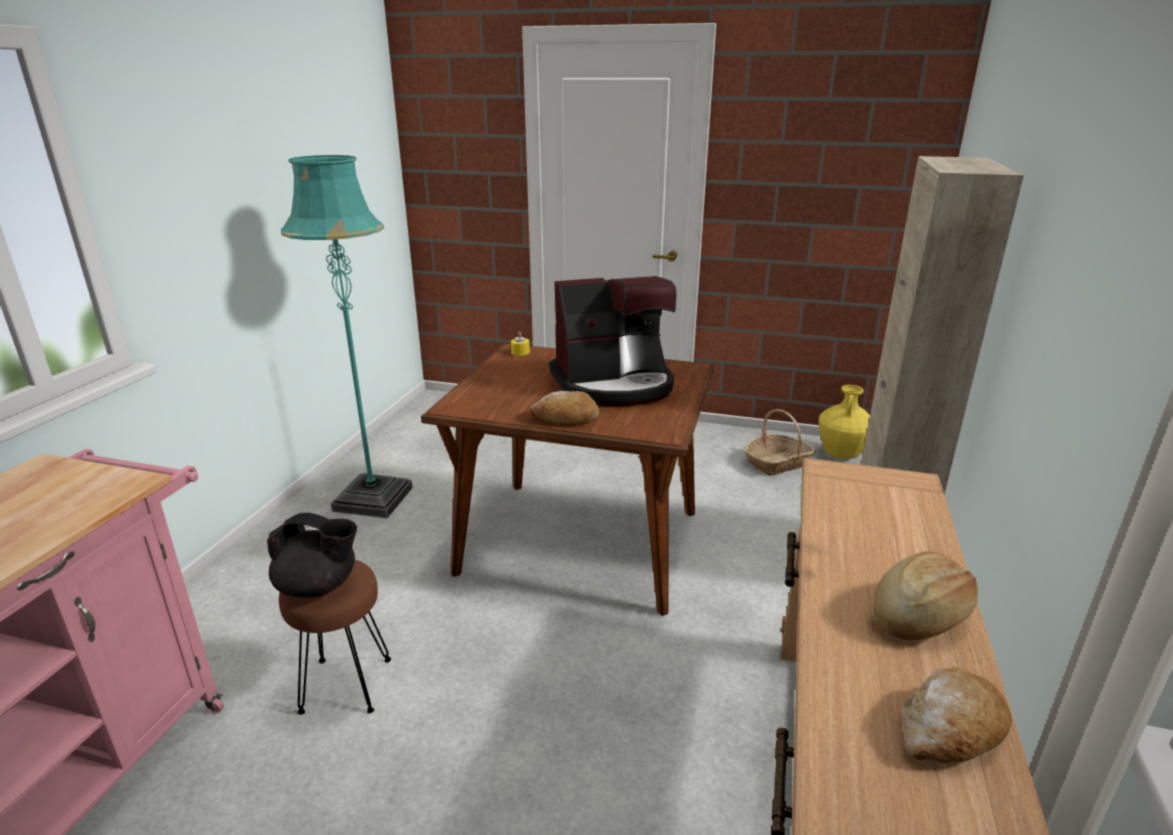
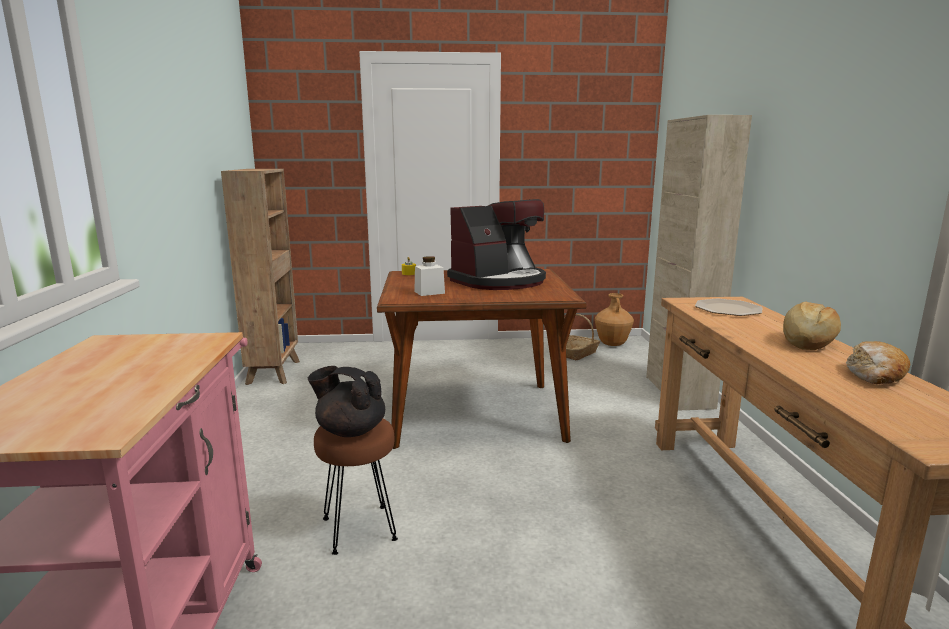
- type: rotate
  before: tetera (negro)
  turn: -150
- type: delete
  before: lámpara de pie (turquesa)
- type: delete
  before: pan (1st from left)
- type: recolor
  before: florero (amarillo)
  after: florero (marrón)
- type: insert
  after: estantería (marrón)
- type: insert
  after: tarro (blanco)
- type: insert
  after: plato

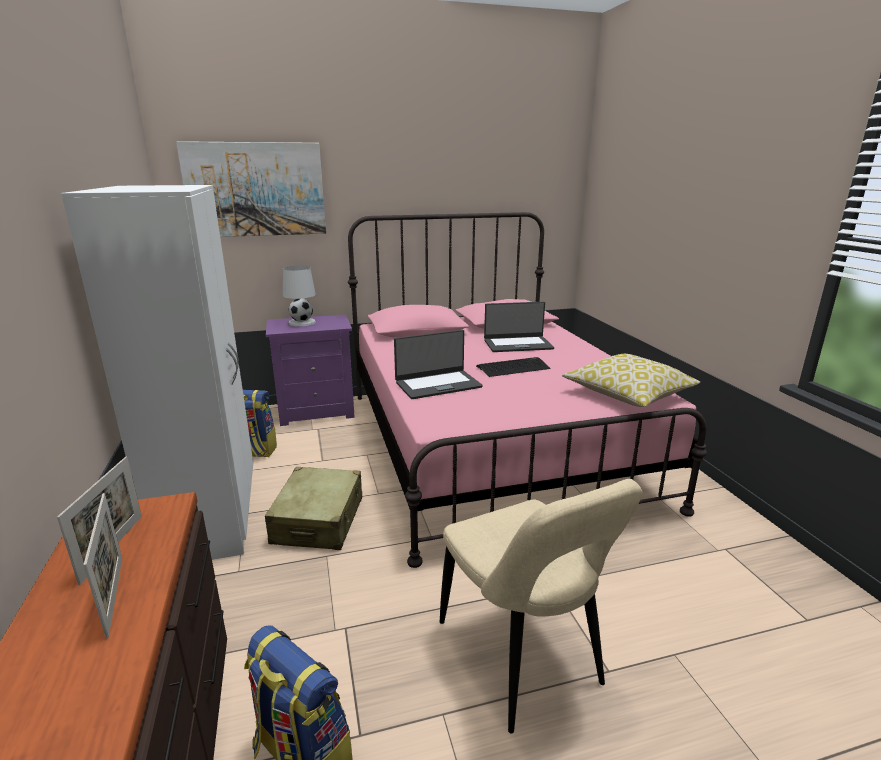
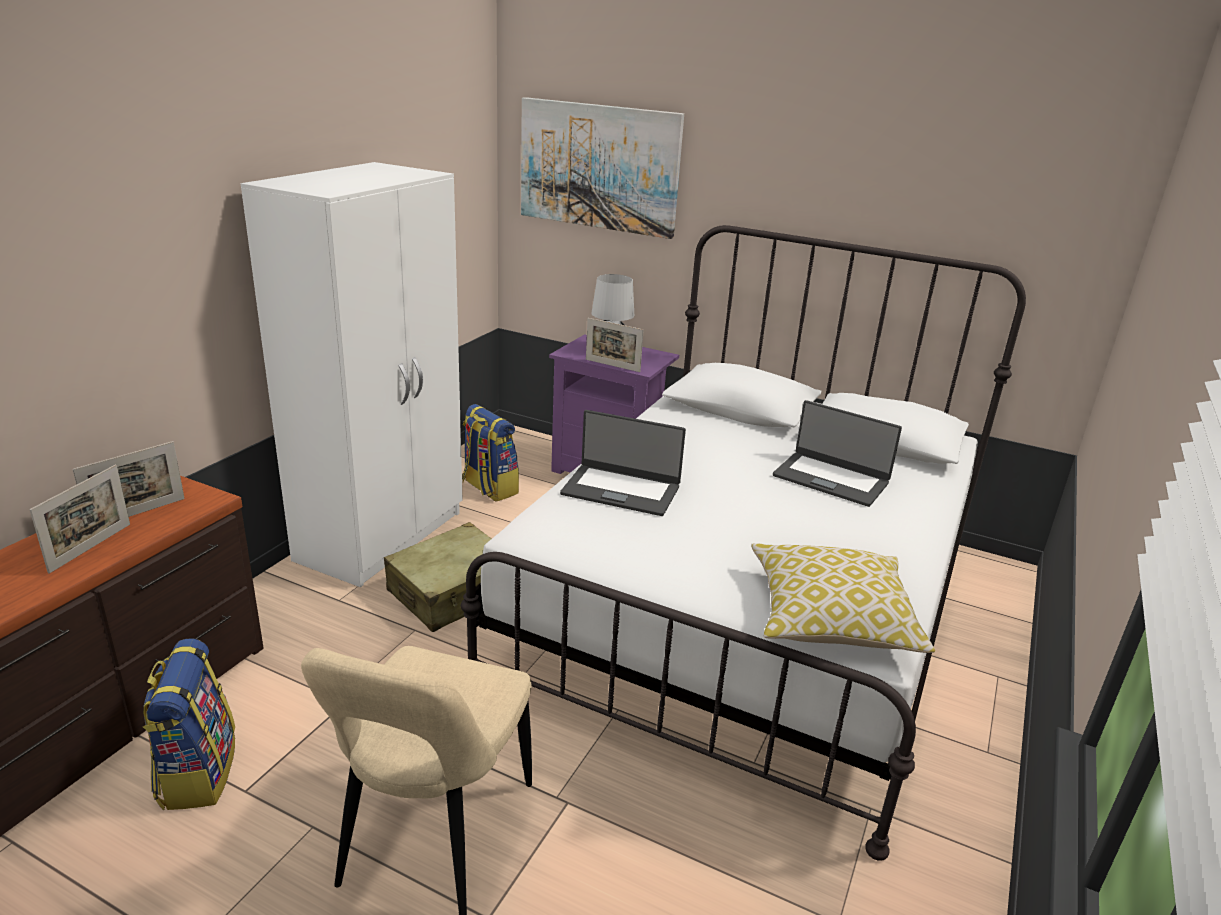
- type: recolor
  before: cama (rosa)
  after: cama (blanco)
- type: delete
  before: teclado
- type: insert
  after: portarretratos (3rd from left)

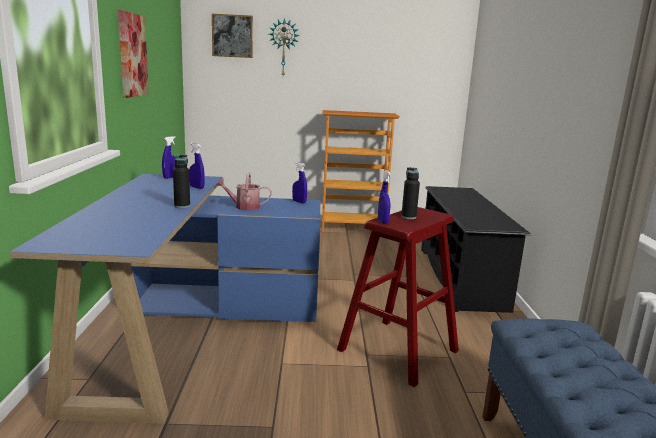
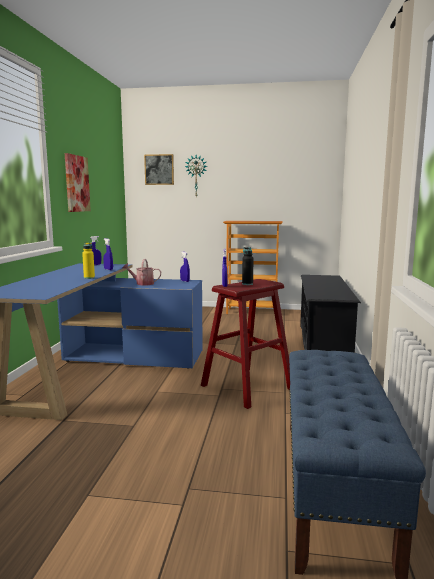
- type: recolor
  before: botella (negro) (1st from left)
  after: botella (amarillo)

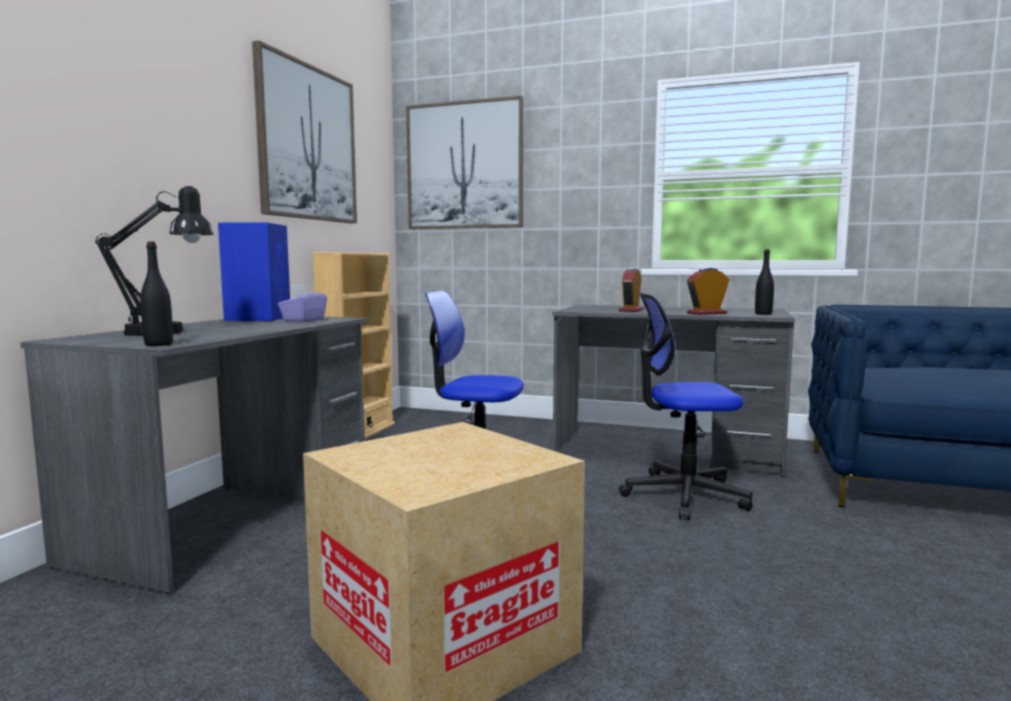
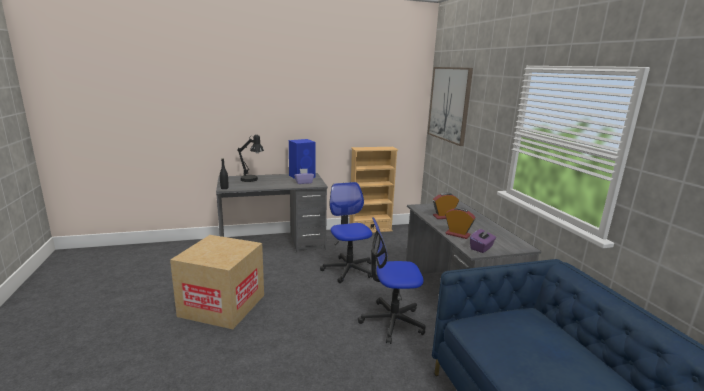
- type: delete
  before: cuadro (1st from left)
- type: rotate
  before: silla de oficina (2nd from left)
  turn: -60
- type: replace
  before: botella (negro) (2nd from left)
  after: caja de pañuelos (morado) (2nd from left)

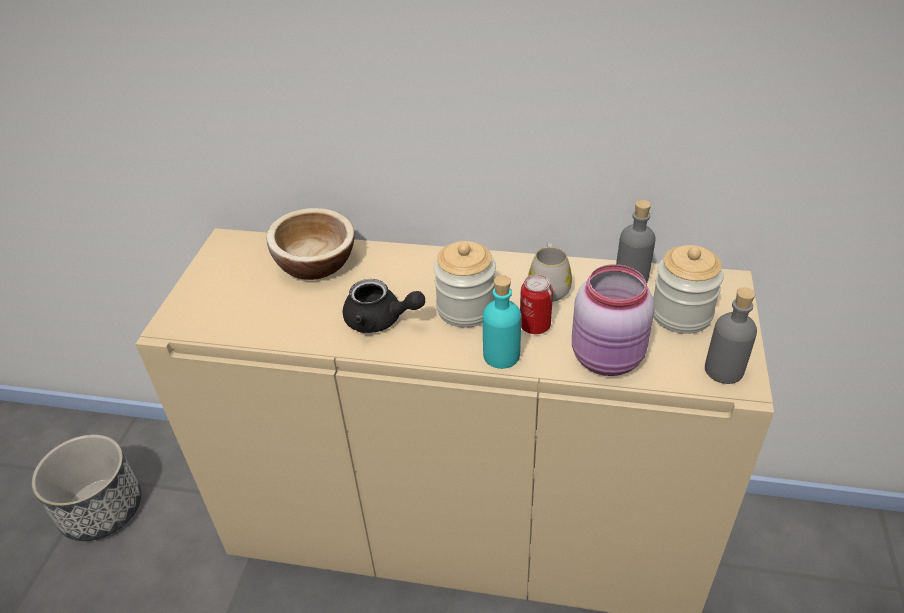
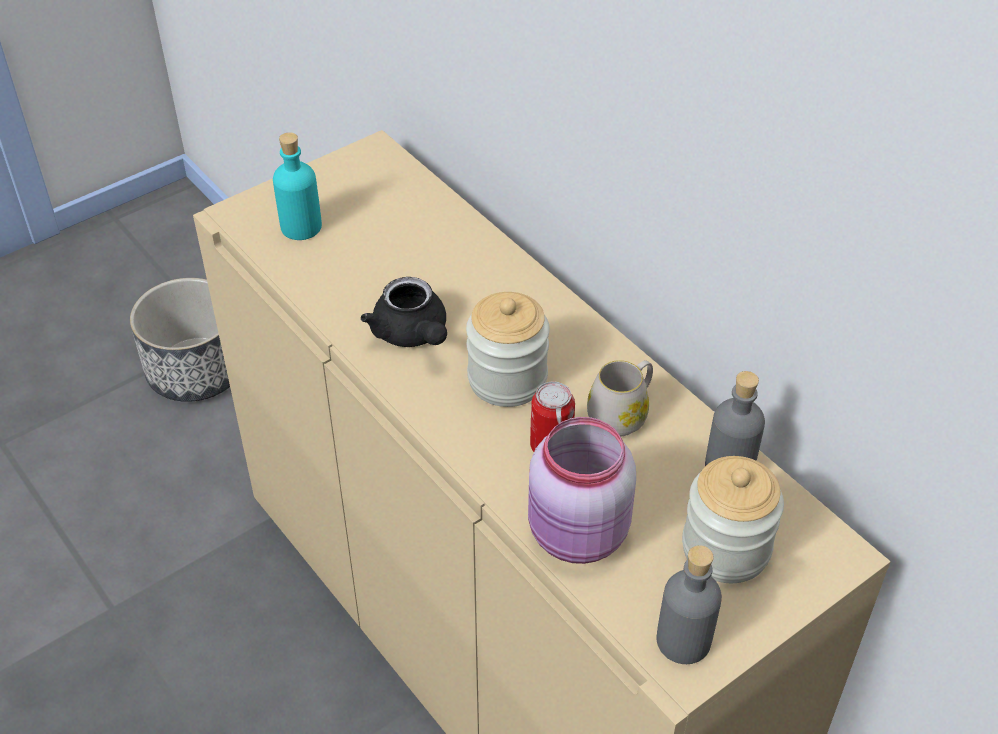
- type: delete
  before: cuenco
- type: move
  before: botella (turquesa)

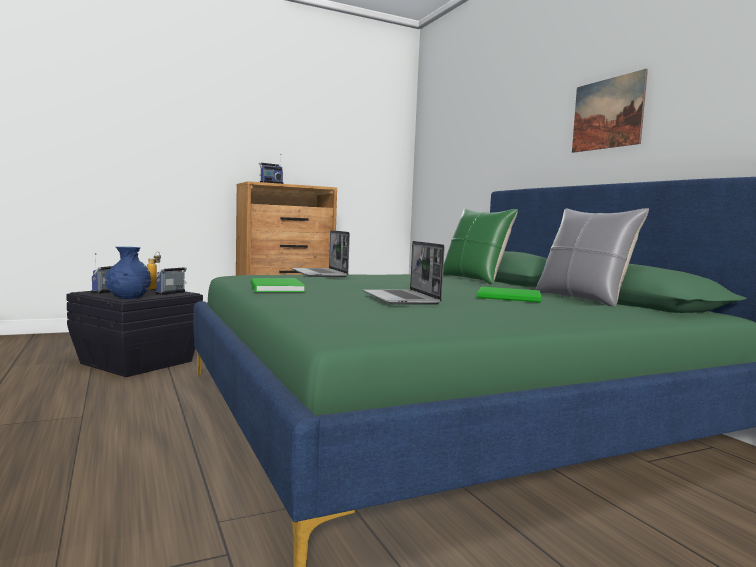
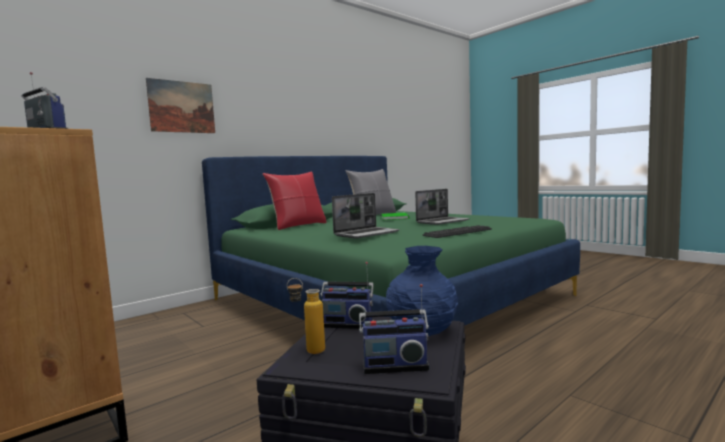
- type: replace
  before: libro (verde) (1st from left)
  after: teclado
- type: recolor
  before: cojín (verde)
  after: cojín (rojo)
- type: move
  before: cuadro

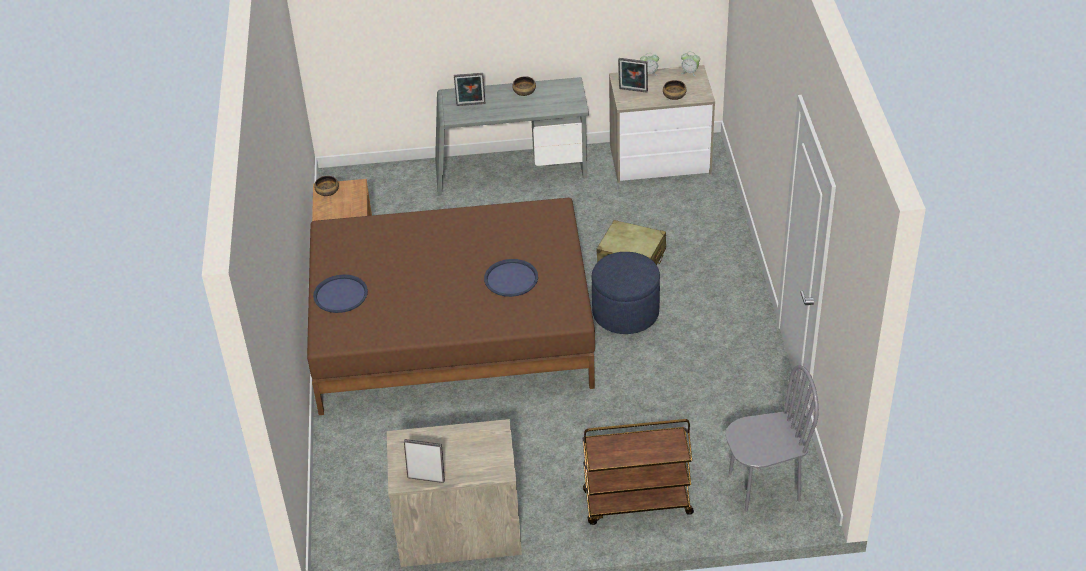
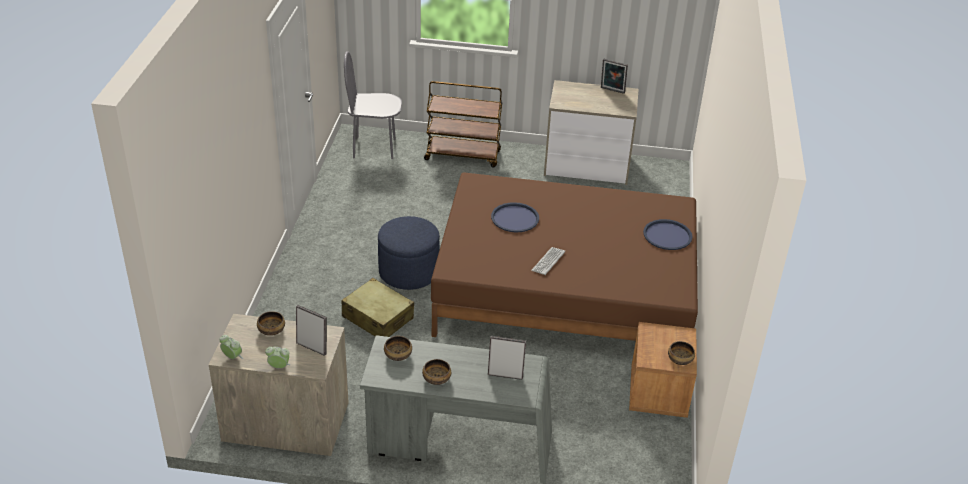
- type: insert
  after: cuenco (2nd from left)
- type: insert
  after: teclado

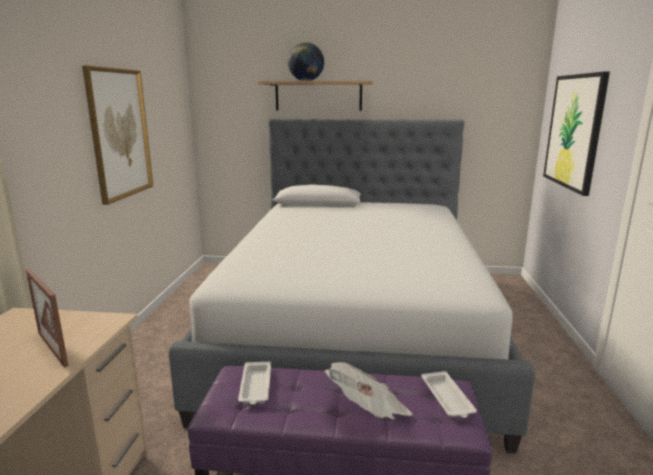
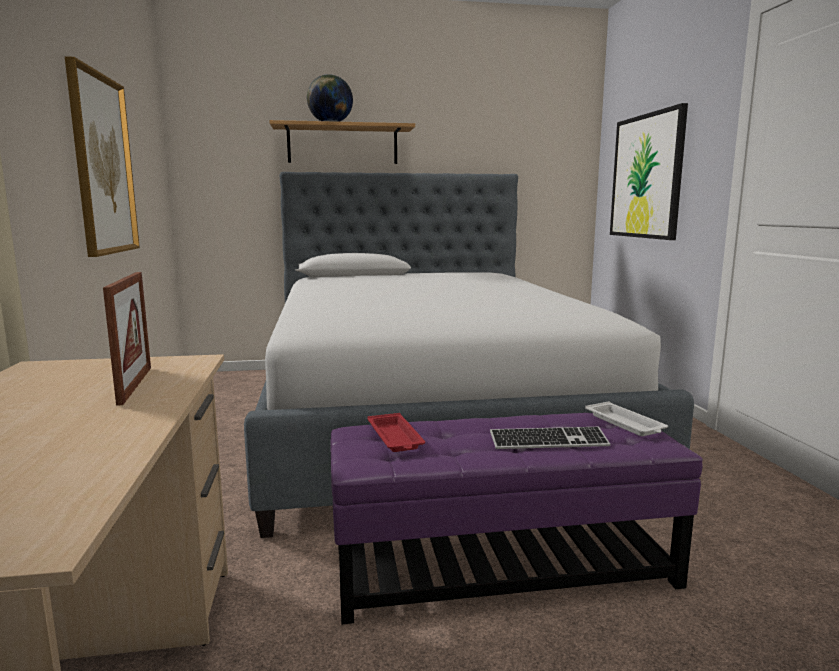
- type: rotate
  before: portarretratos
  turn: -135
- type: recolor
  before: bandeja (blanco) (1st from left)
  after: bandeja (rojo)
- type: replace
  before: periódico
  after: teclado

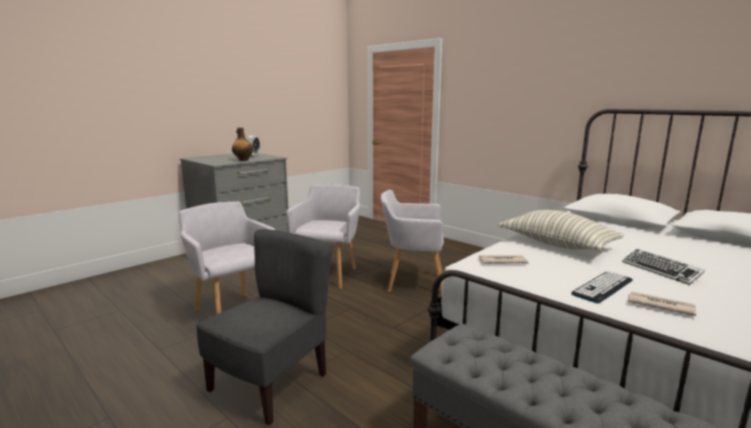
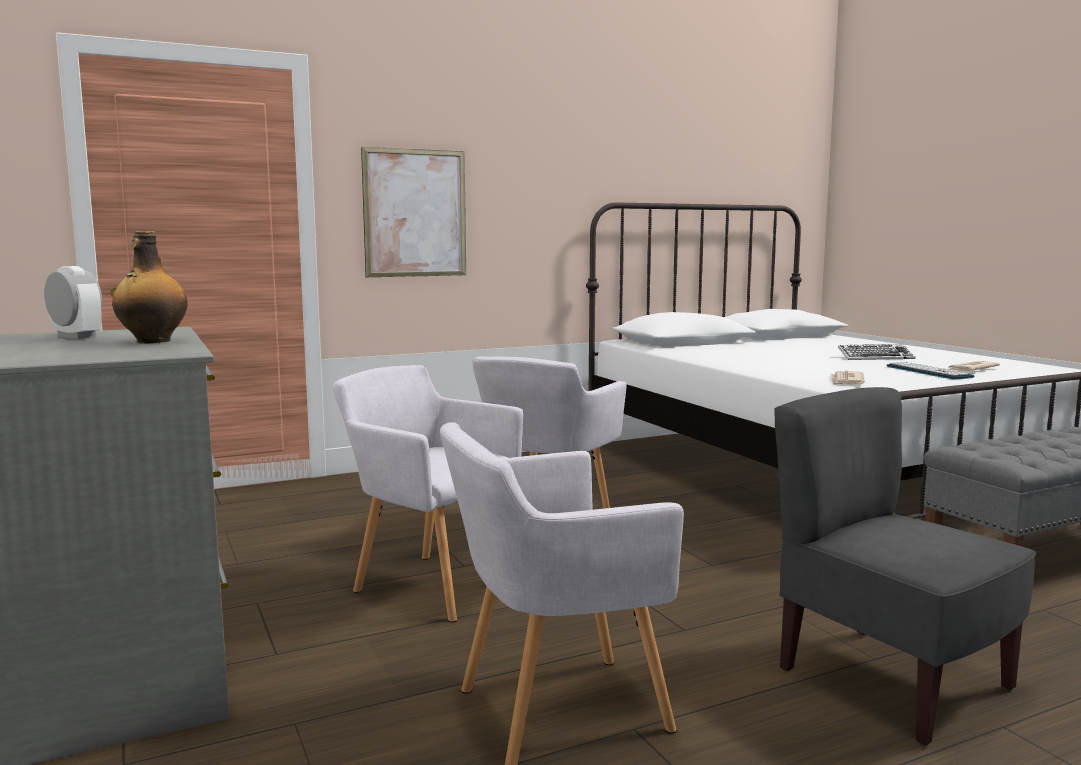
- type: delete
  before: cojín
- type: insert
  after: cuadro

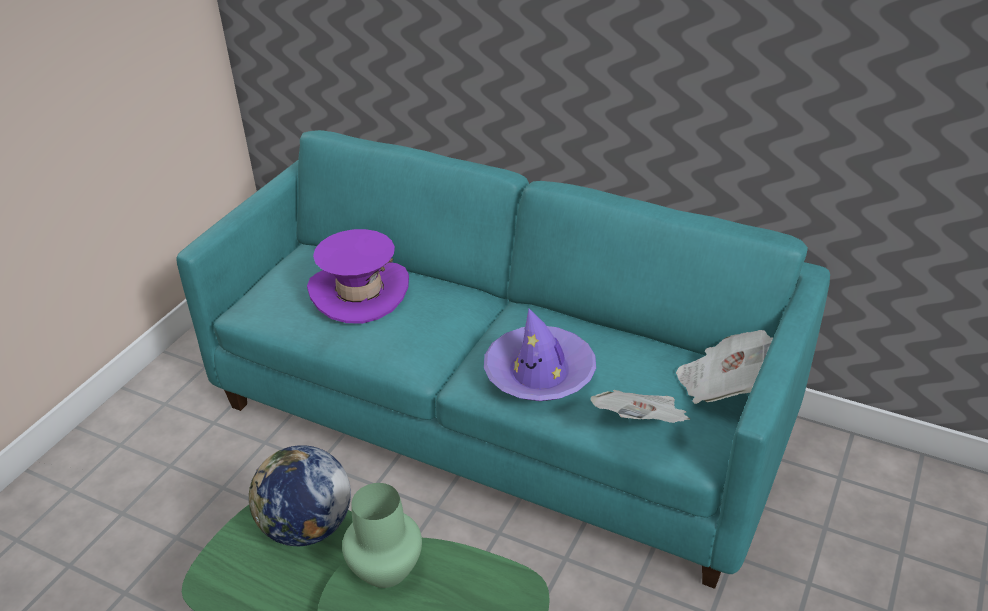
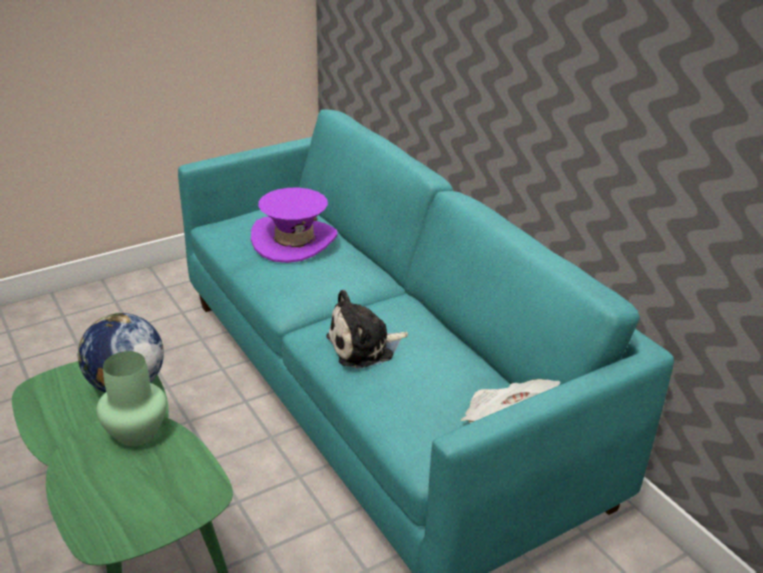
- type: replace
  before: sombrero (morado) (2nd from left)
  after: peluche
- type: delete
  before: periódico (1st from left)

